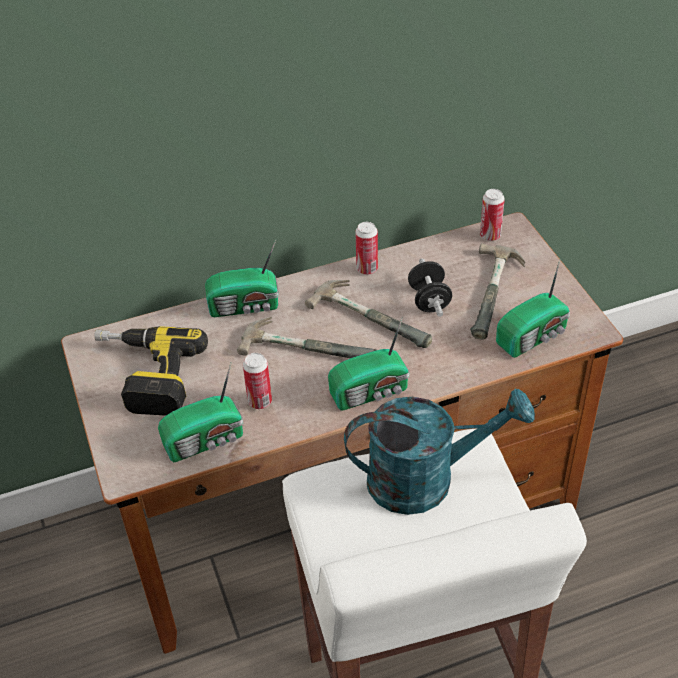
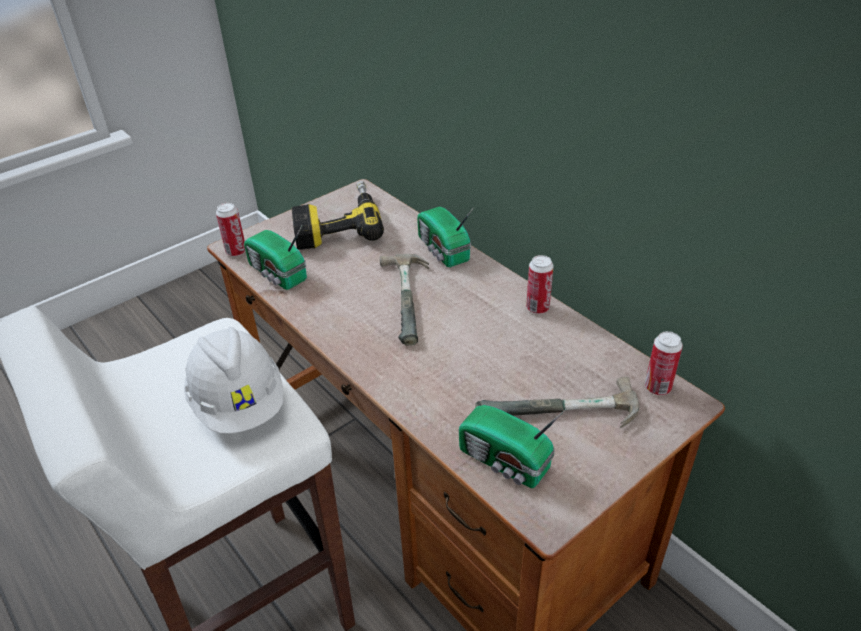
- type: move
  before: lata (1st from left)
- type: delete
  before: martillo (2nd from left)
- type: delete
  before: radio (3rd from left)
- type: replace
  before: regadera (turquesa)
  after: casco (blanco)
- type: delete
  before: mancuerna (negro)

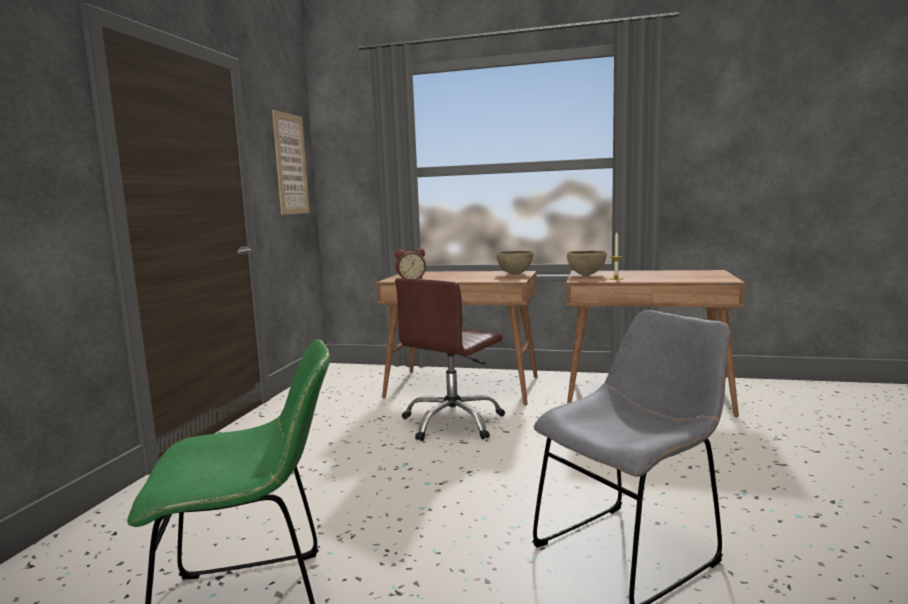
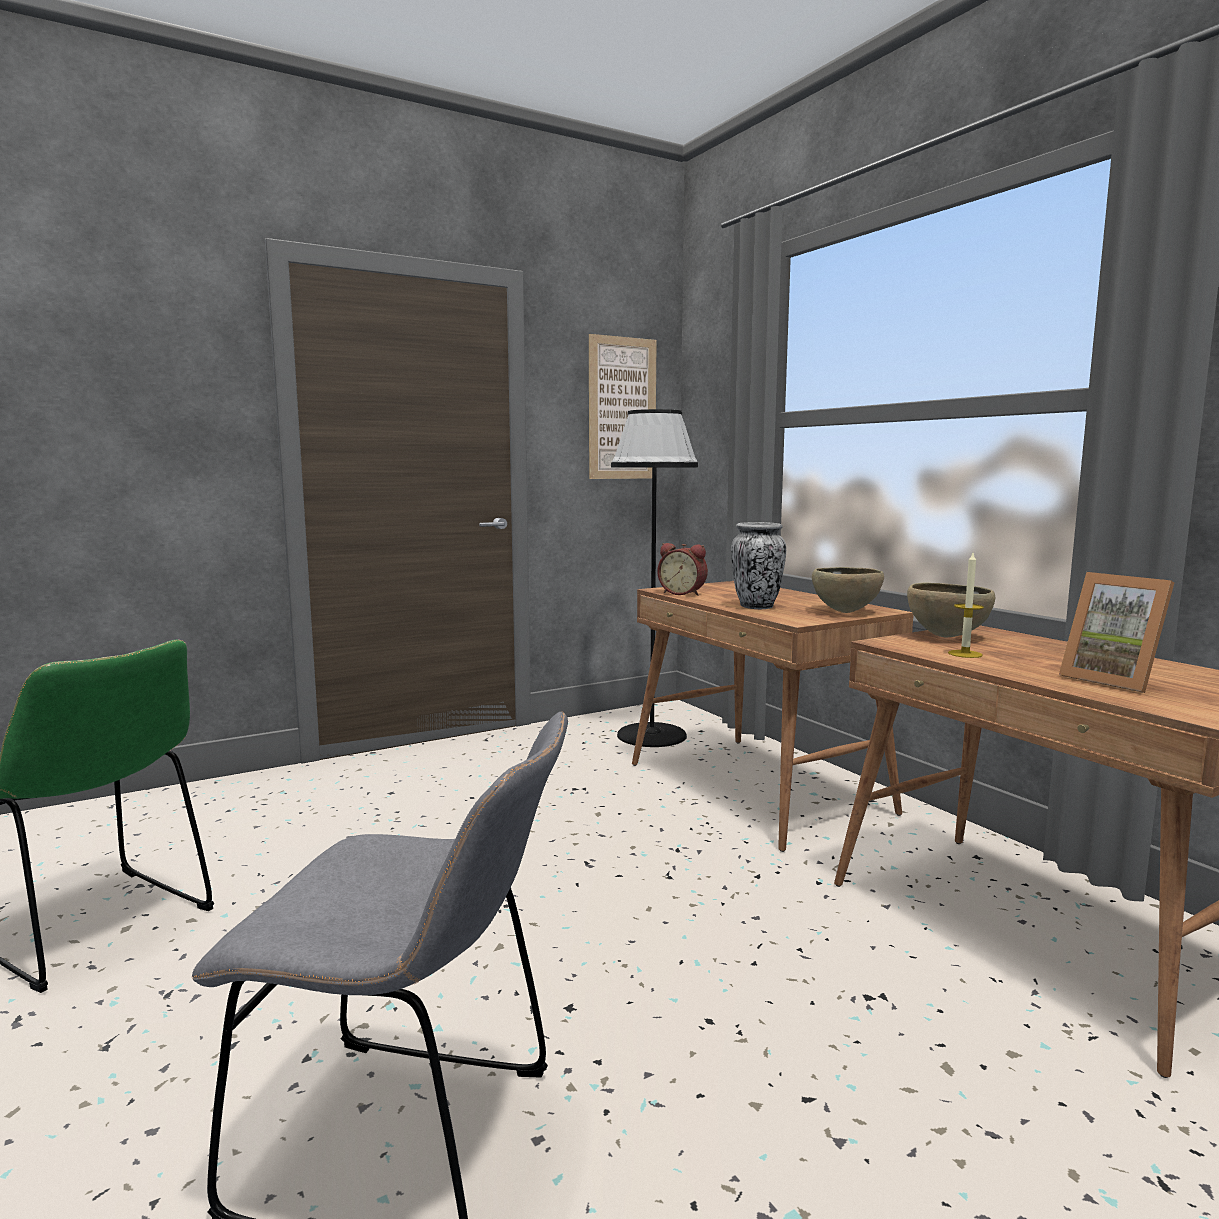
- type: delete
  before: silla de oficina (marrón)
- type: insert
  after: lámpara de pie (negro)
- type: insert
  after: florero
- type: insert
  after: portarretratos

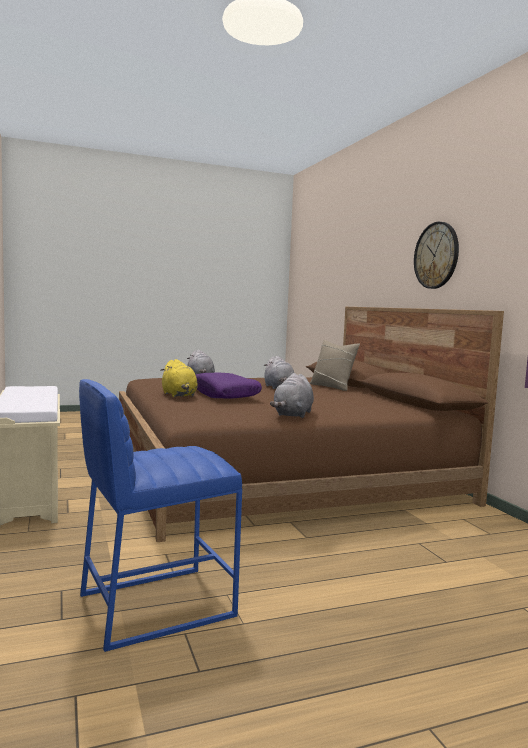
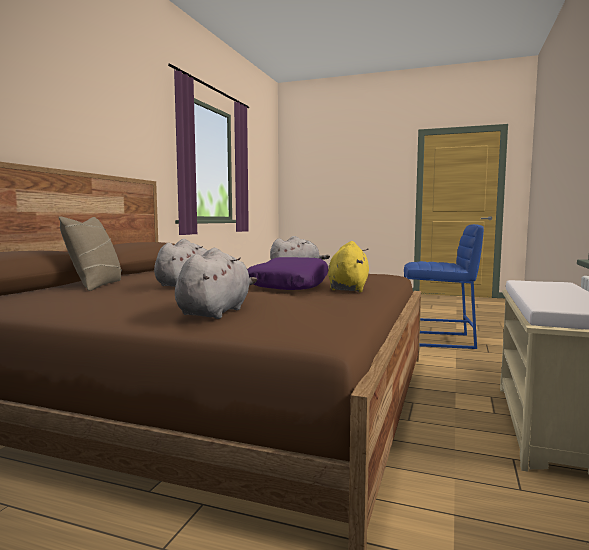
- type: delete
  before: reloj de pared

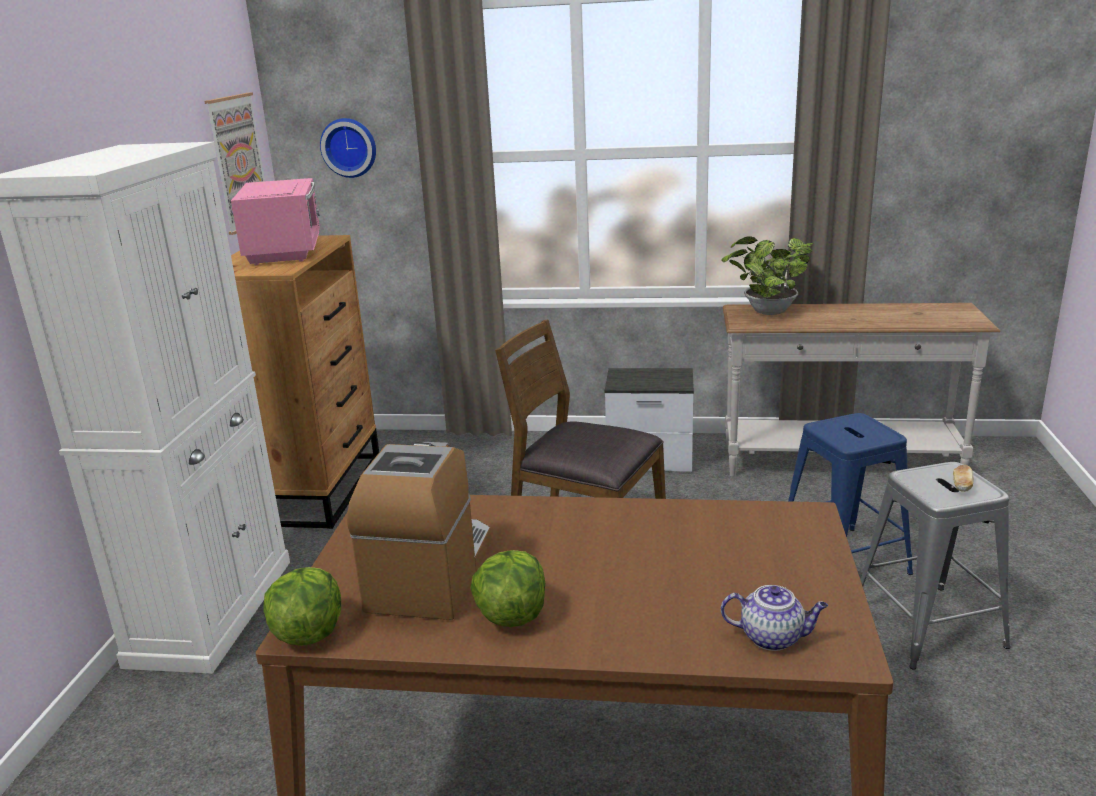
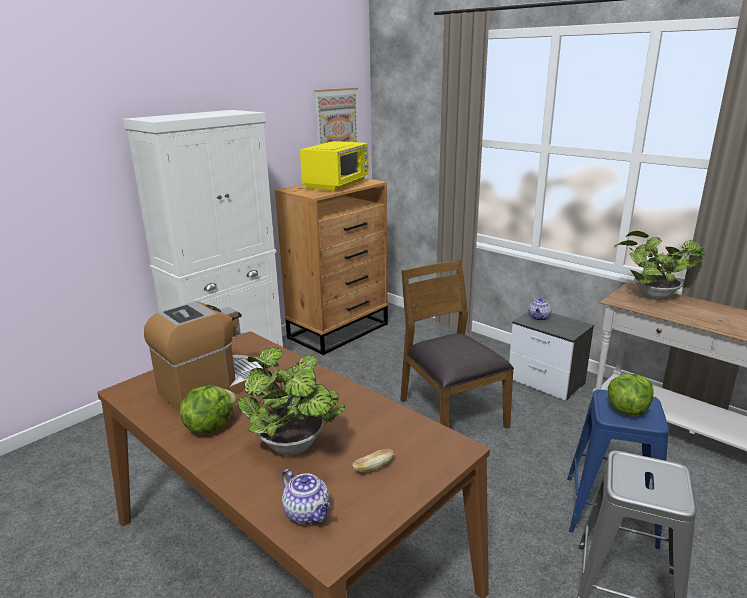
- type: recolor
  before: microondas (rosa)
  after: microondas (amarillo)
- type: move
  before: lechuga (1st from left in the first image)
  after: lechuga (2nd from left)
- type: delete
  before: reloj de pared
- type: move
  before: pan
- type: insert
  after: planta en maceta (1st from left)
- type: insert
  after: tetera (2nd from left)

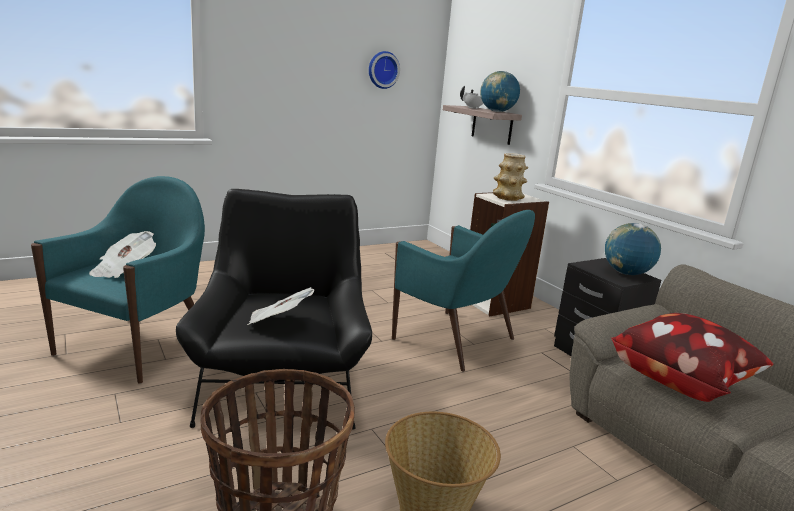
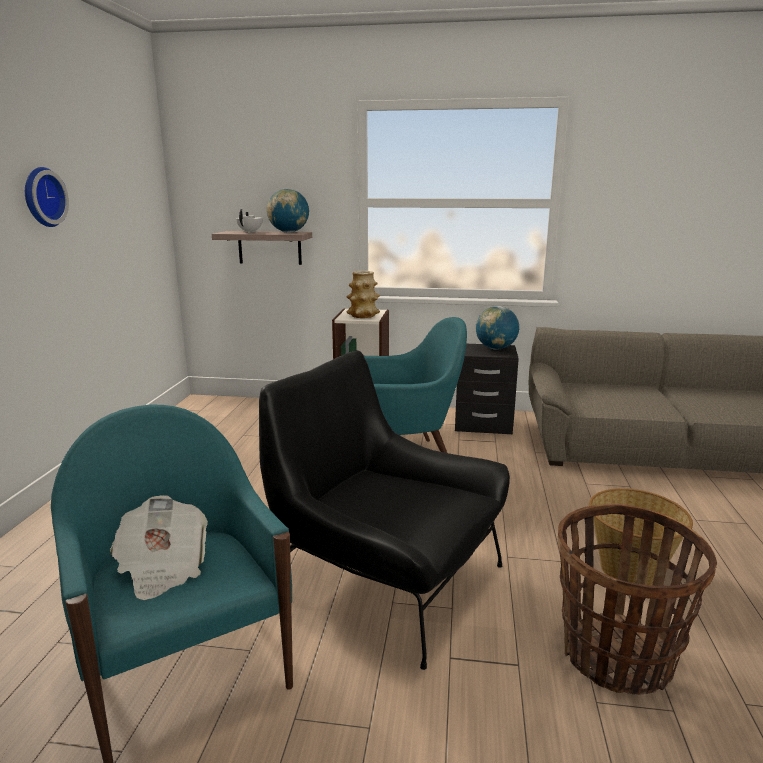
- type: delete
  before: periódico (2nd from left)
- type: move
  before: reloj de pared
- type: delete
  before: cojín

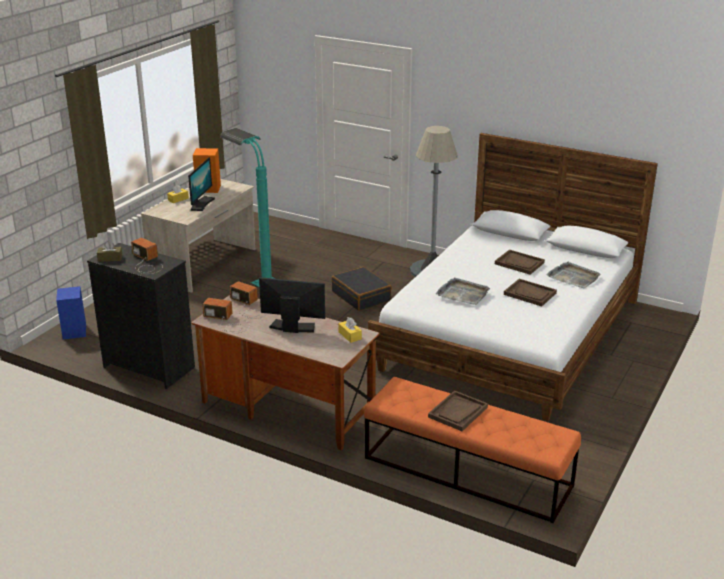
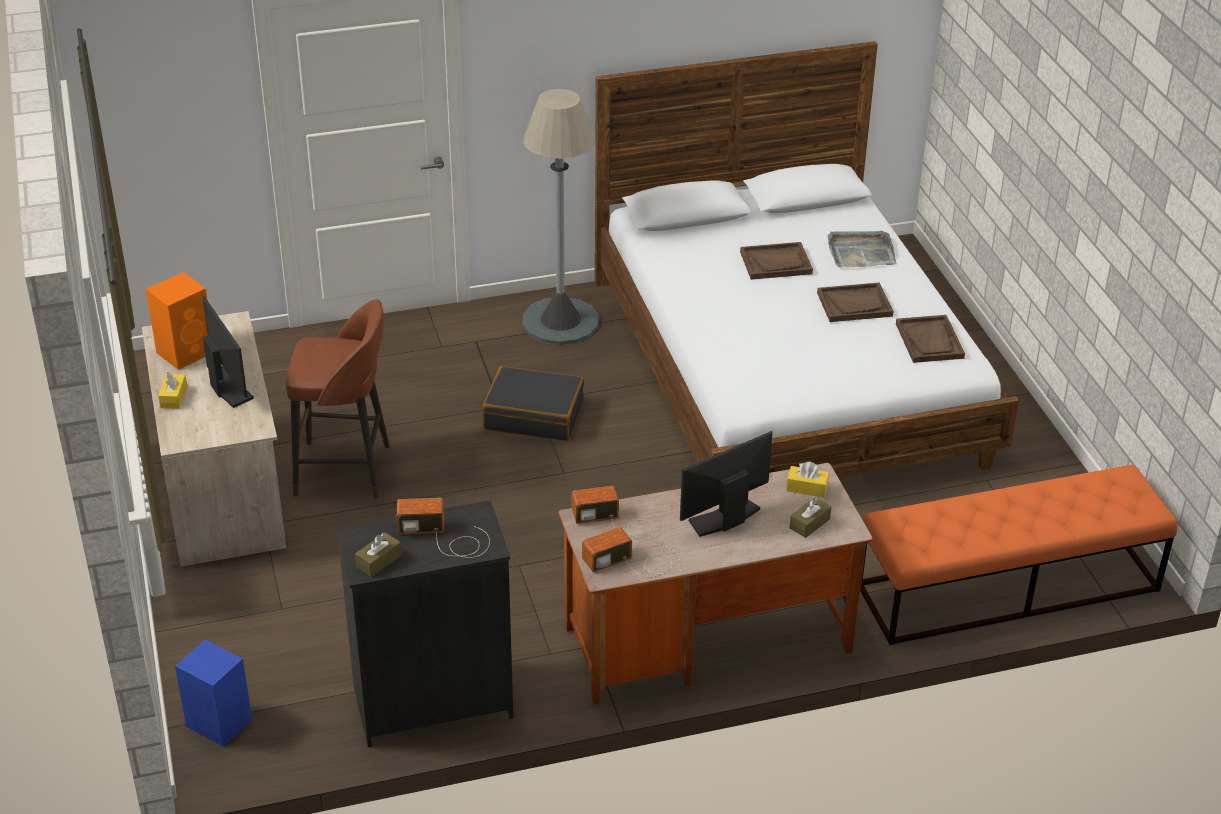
- type: replace
  before: lámpara de pie (turquesa)
  after: taburete (marrón)
- type: move
  before: bandeja (marrón) (1st from left in the first image)
  after: bandeja (marrón) (3rd from left)
- type: delete
  before: bandeja (gris) (1st from left)
- type: insert
  after: caja de pañuelos (marrón) (2nd from left)

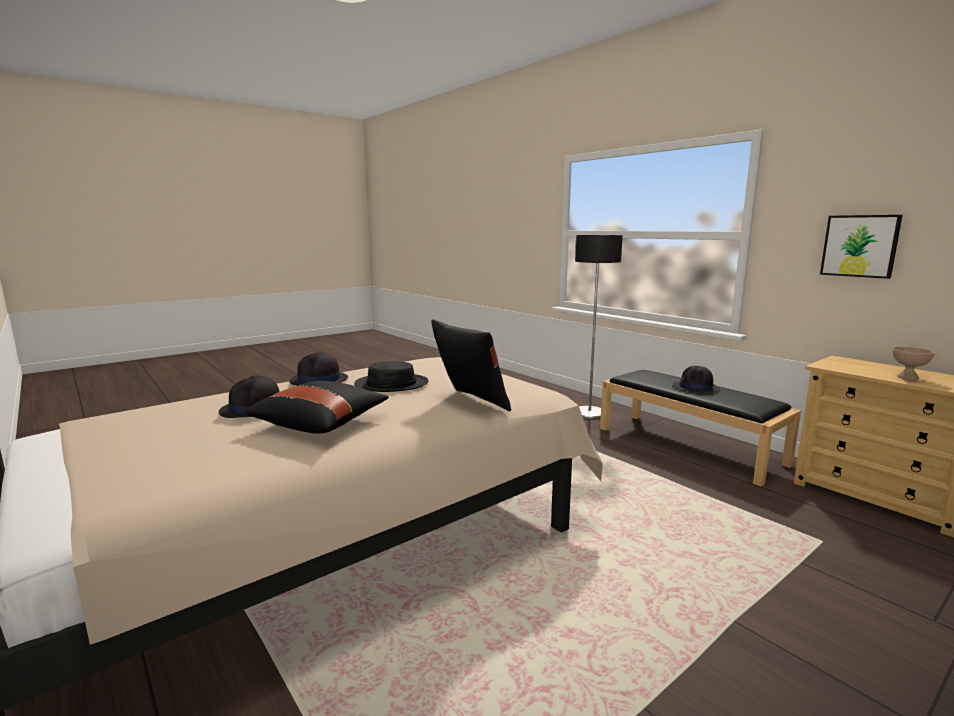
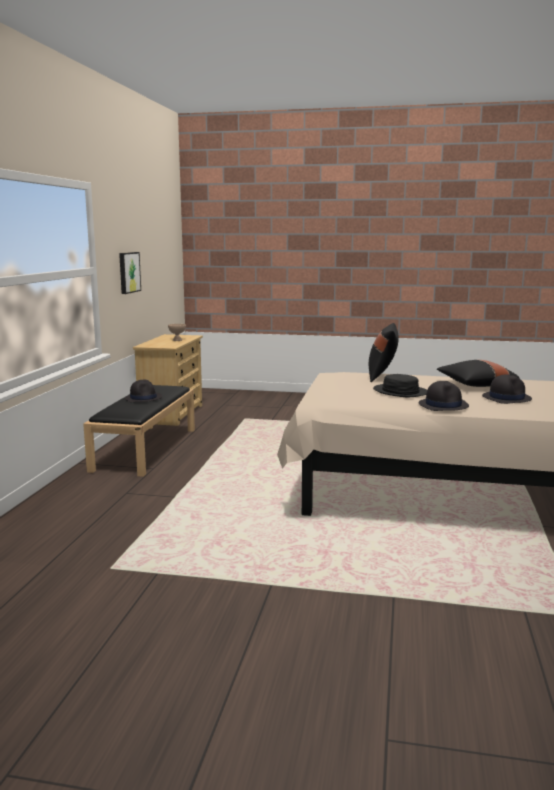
- type: delete
  before: lámpara de pie

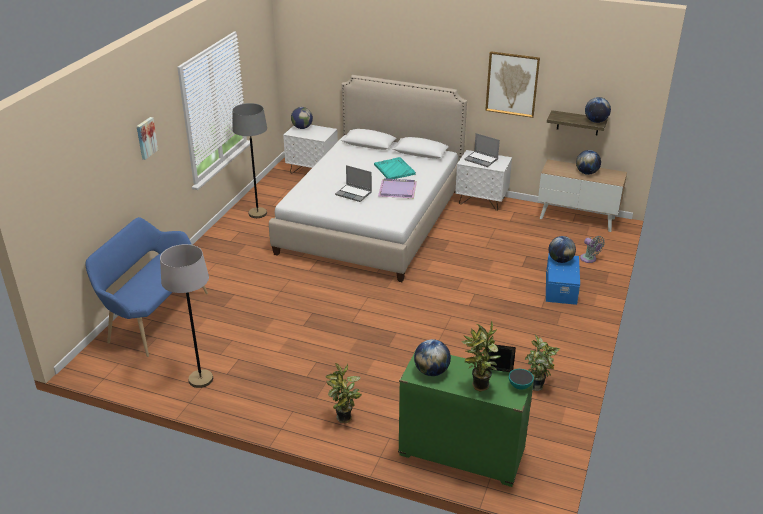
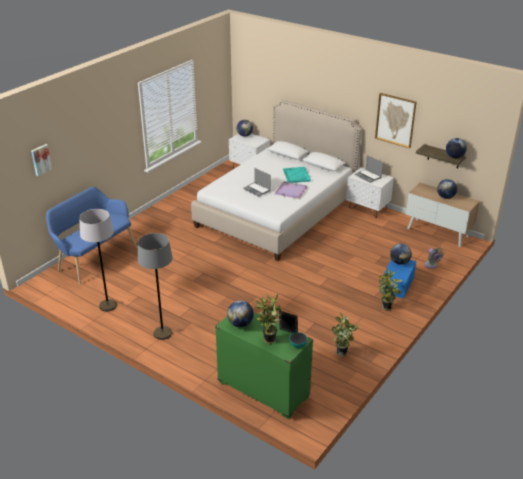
- type: move
  before: cuadro (1st from left)
- type: move
  before: lámpara de pie (gris) (2nd from left)
- type: move
  before: planta en maceta (1st from left in the first image)
  after: planta en maceta (3rd from left)

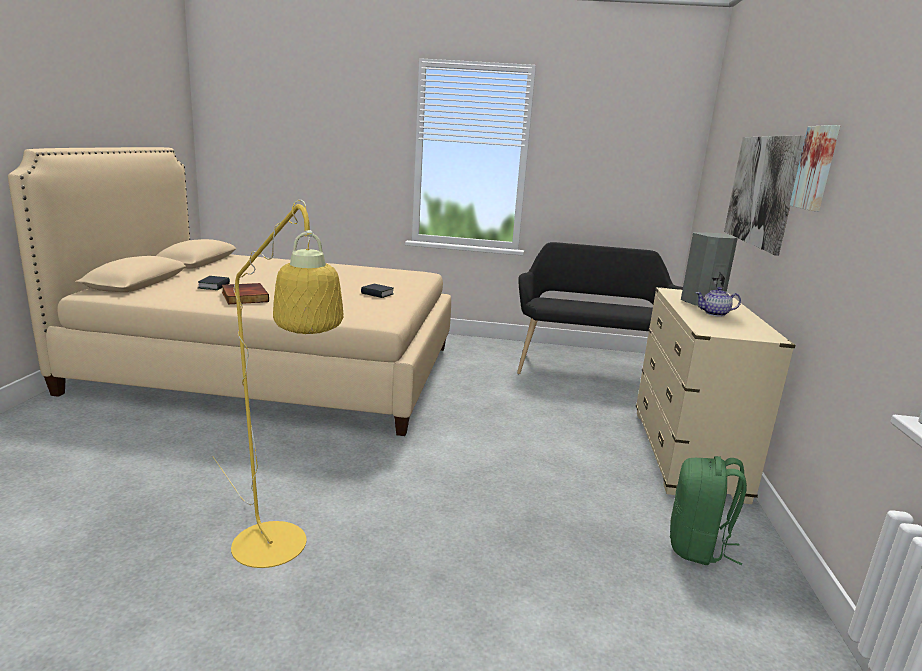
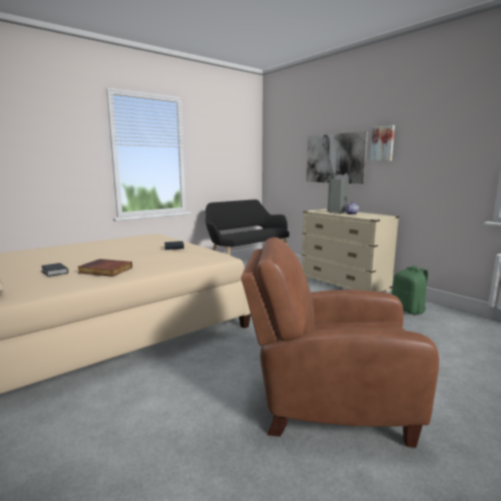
- type: replace
  before: lámpara de pie (amarillo)
  after: sillón (marrón)

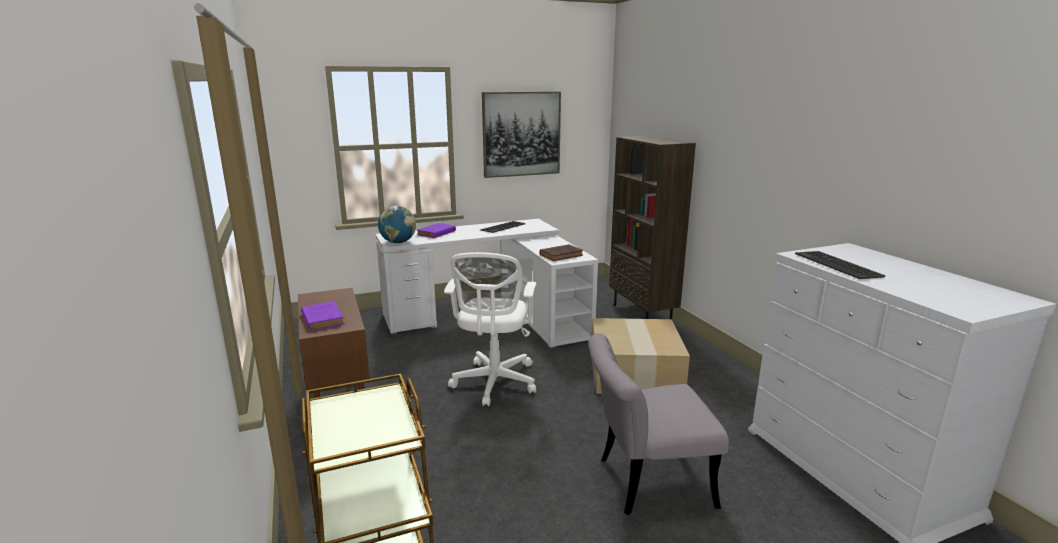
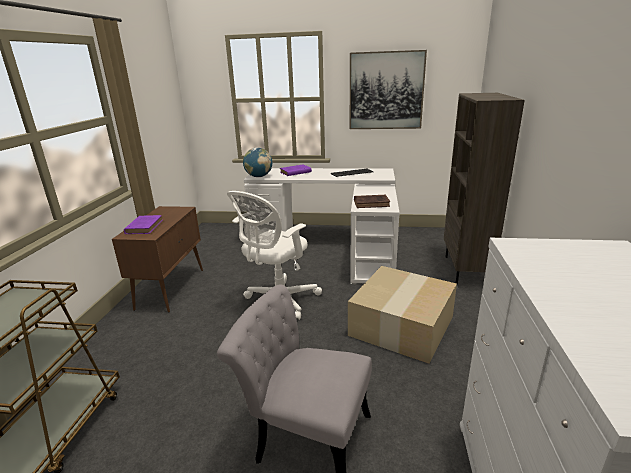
- type: delete
  before: teclado (2nd from left)

